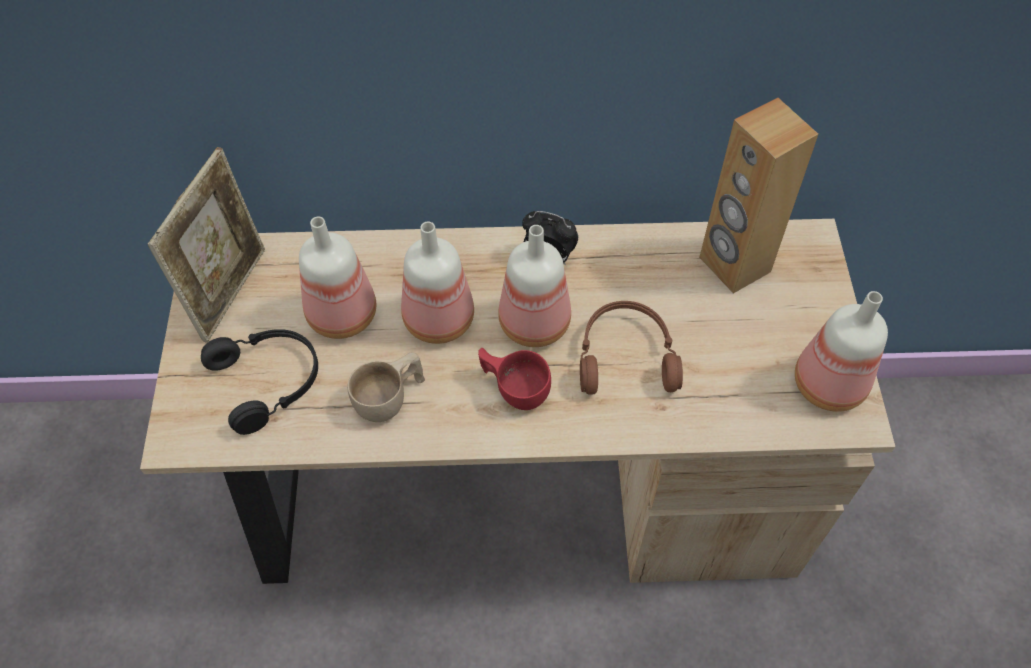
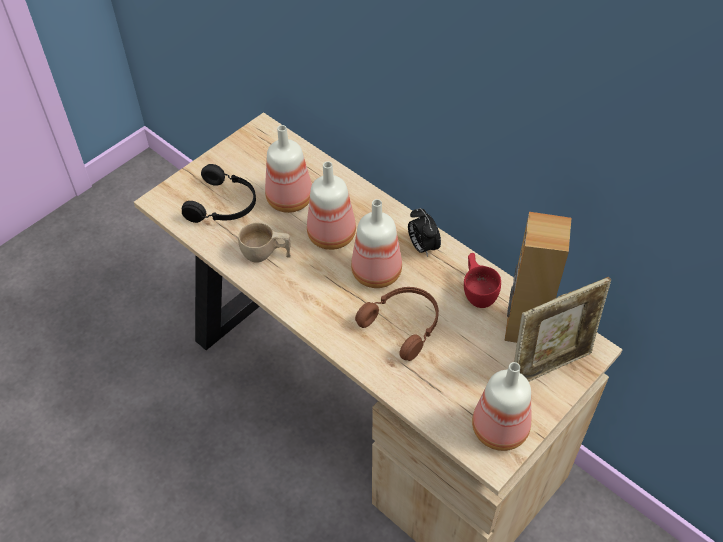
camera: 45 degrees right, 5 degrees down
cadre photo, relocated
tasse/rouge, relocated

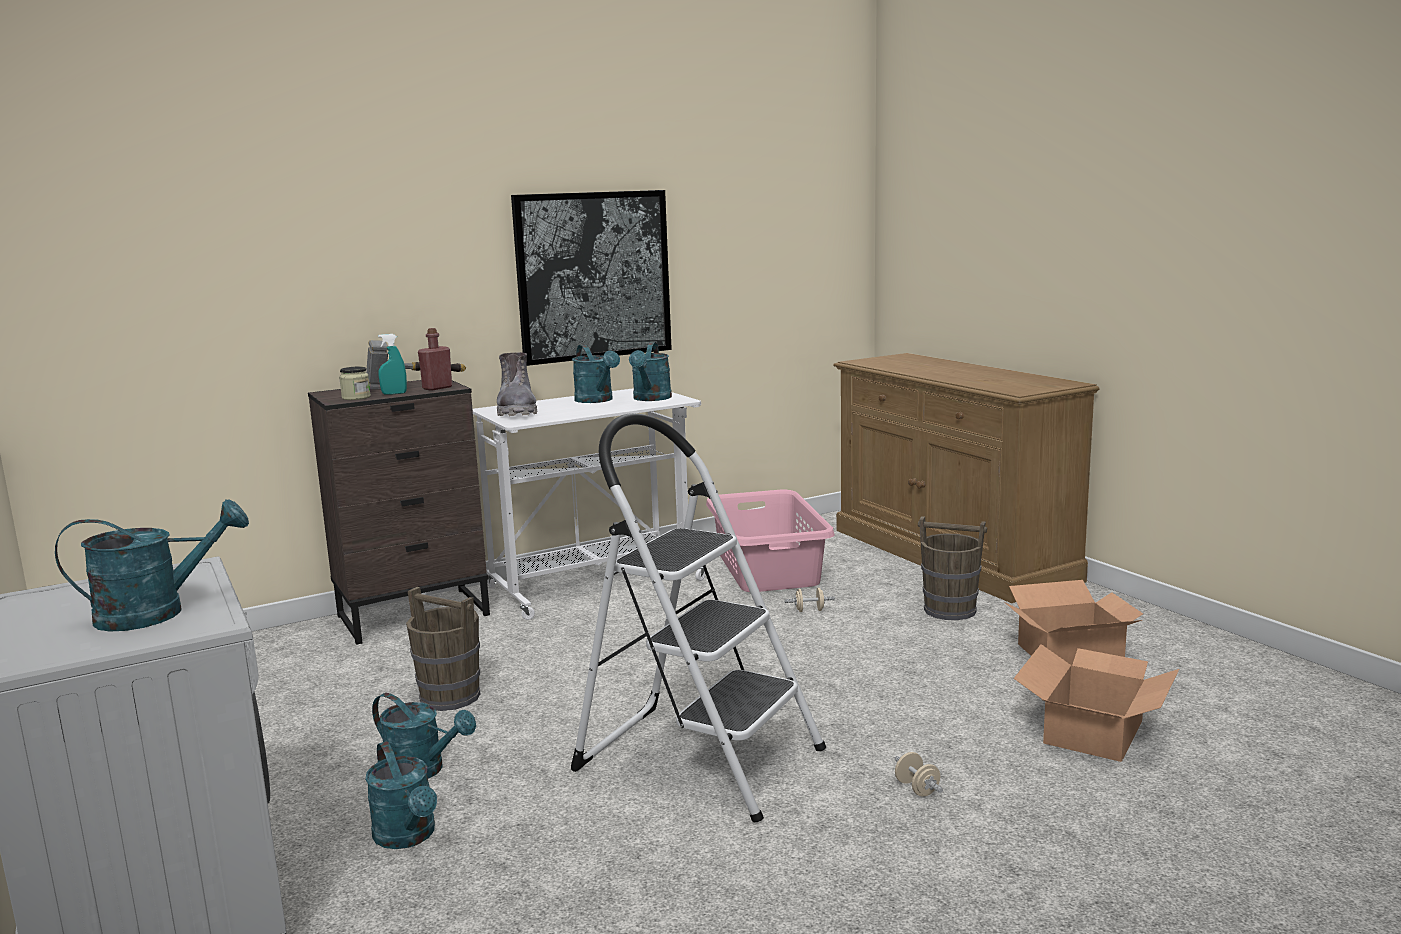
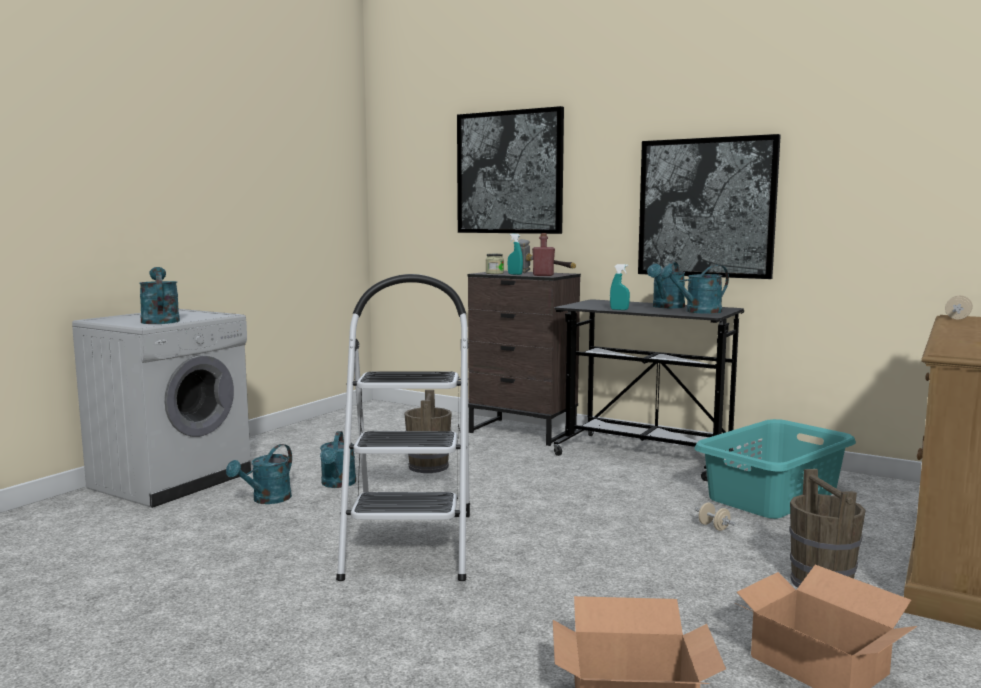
camera: 60 degrees right, 5 degrees down
arrosoir/turquoise (no. 1 from left), 150 degrees counterclockwise
bureau/blanc → bureau/noir
botte/gris → -
panier à linge/rose → panier à linge/turquoise
haltère/beige (no. 2 from left), relocated
- → tableau (no. 1 from left)
- → vaporisateur/turquoise (no. 2 from left)

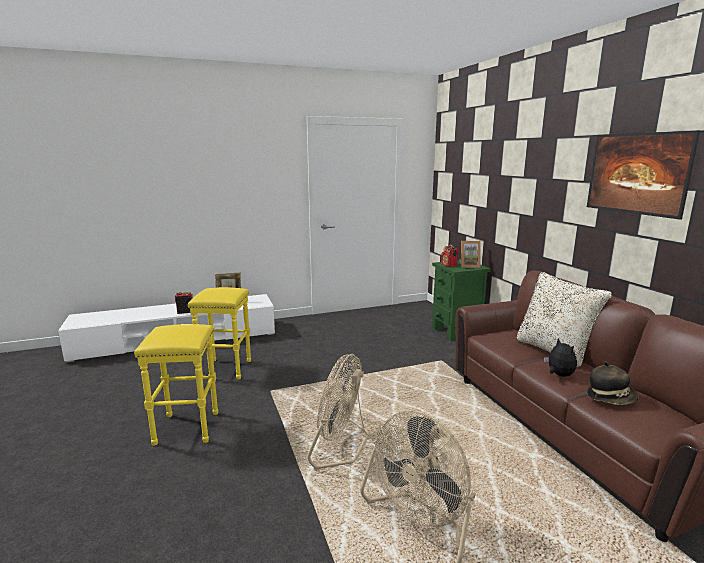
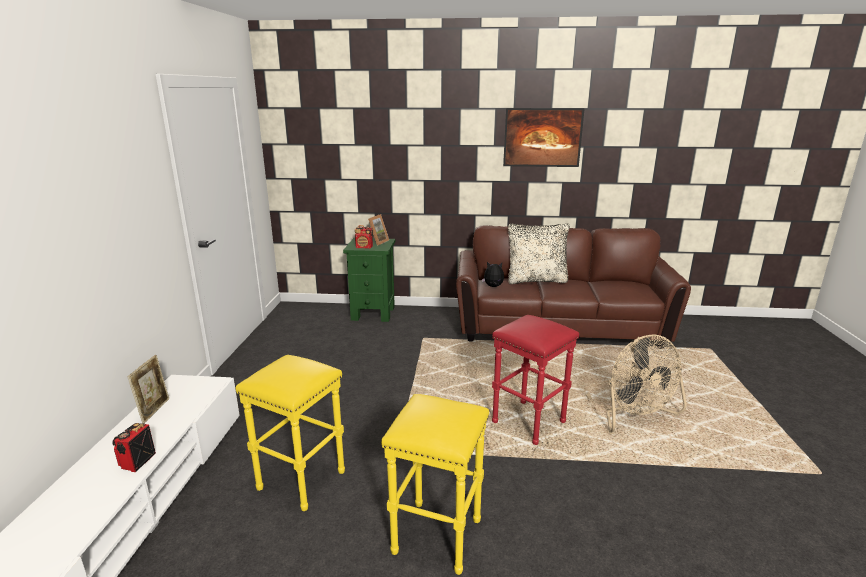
camera: 65 degrees left, 5 degrees up
ventilateur/beige (no. 1 from left) → tabouret/rouge
peluche, relocated
chapeau → -

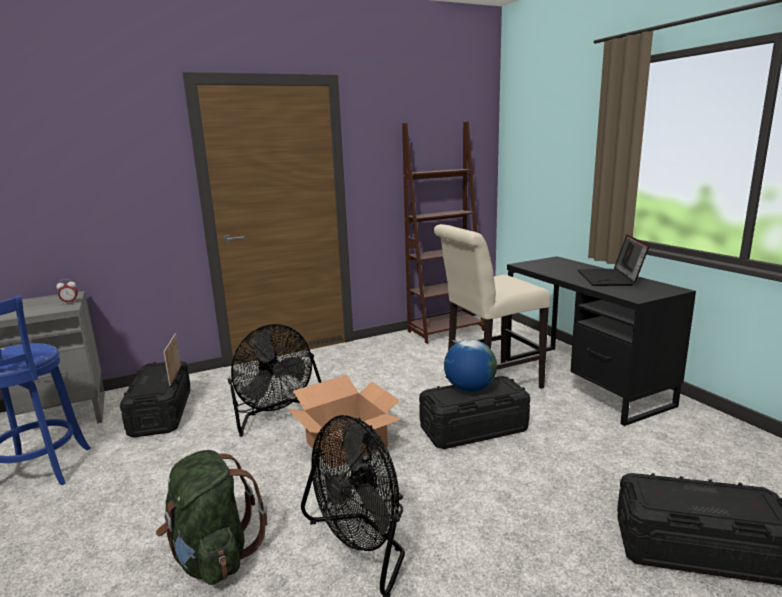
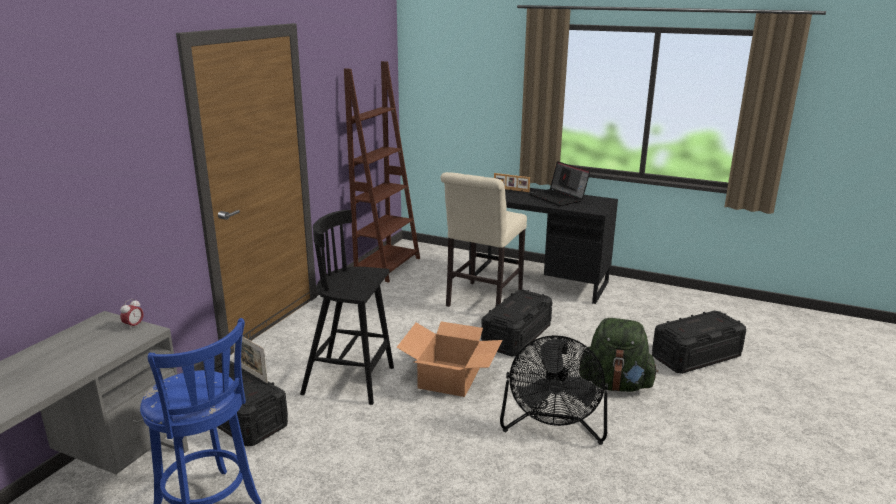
camera: 40 degrees left, 5 degrees up
sac à dos/vert, relocated
ventilateur/noir (no. 1 from left) → tabouret/noir
globe → -
- → cadre photo (no. 2 from left)

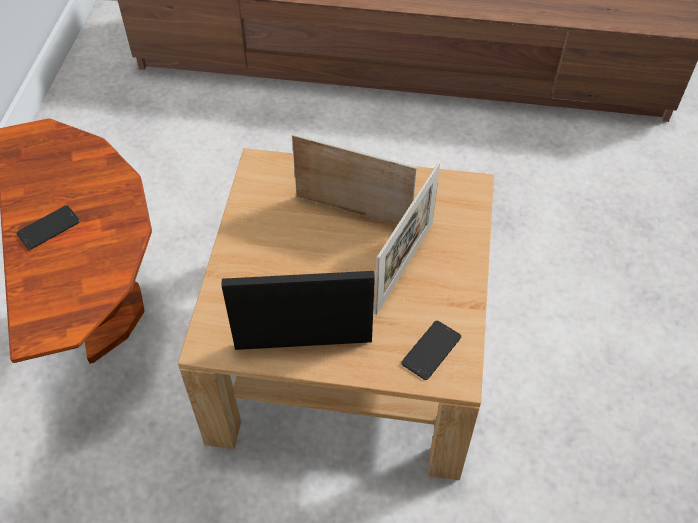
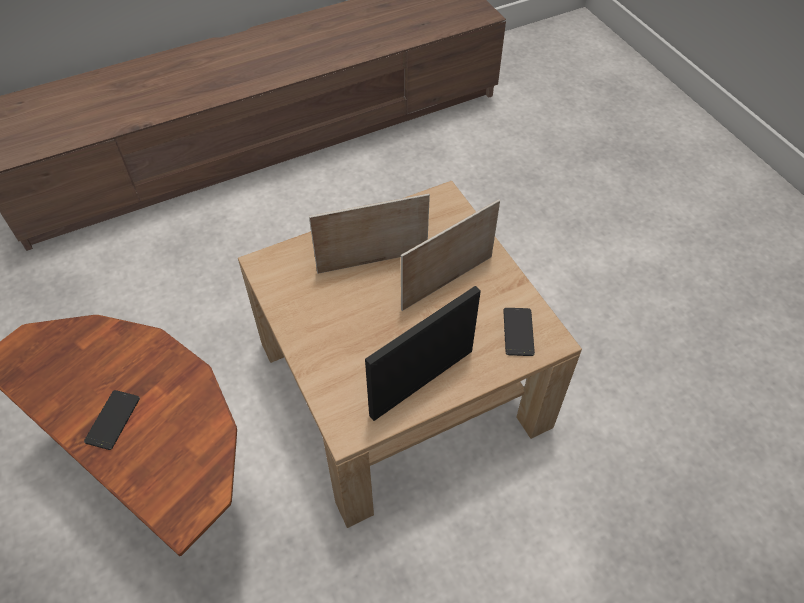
camera: 35 degrees left, 0 degrees up
cadre photo (no. 3 from left), 120 degrees counterclockwise

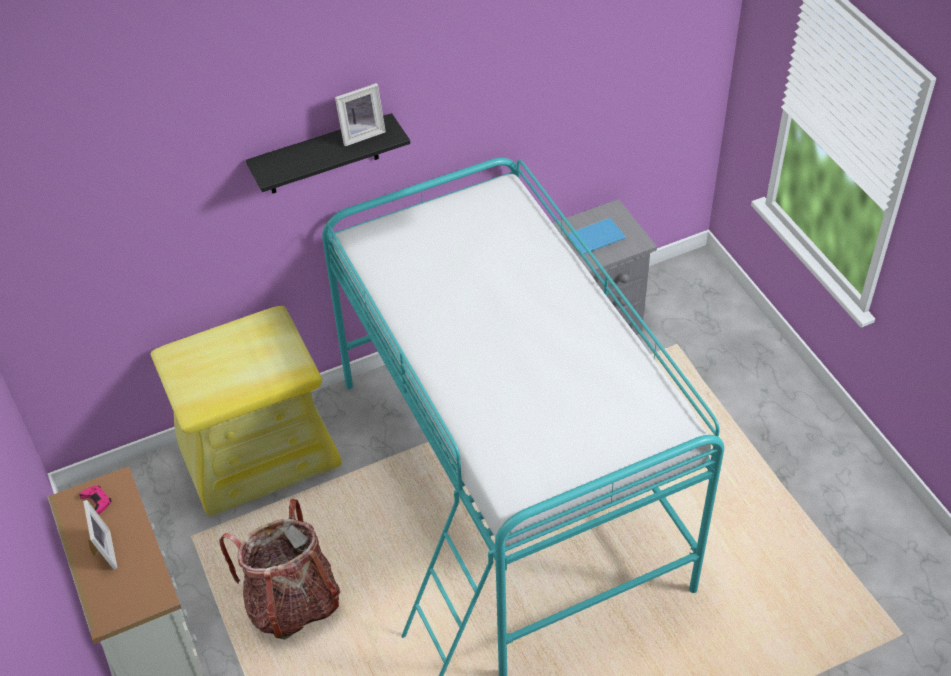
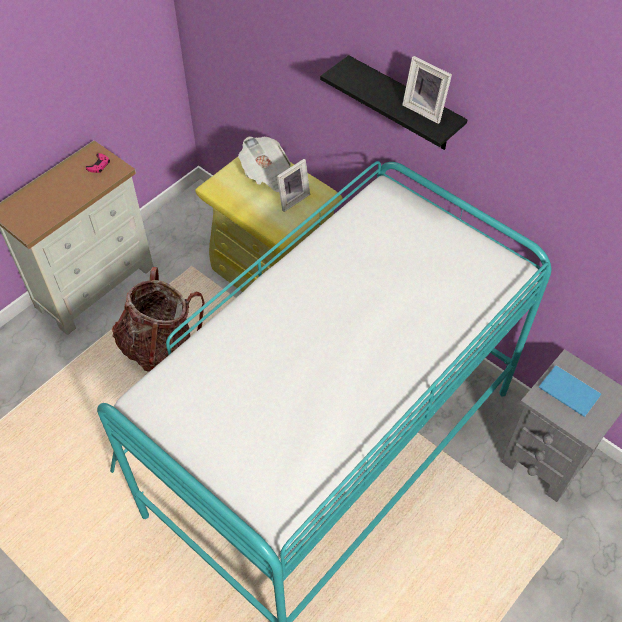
camera: 65 degrees right, 5 degrees up
cadre photo (no. 1 from left), relocated
- → journal

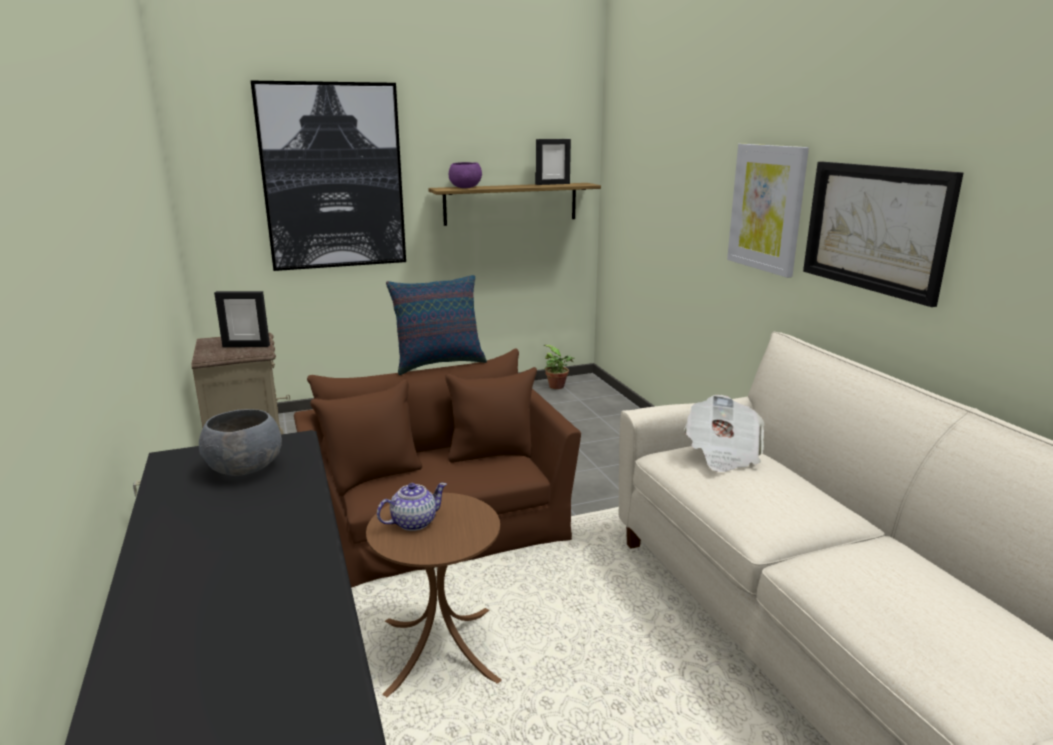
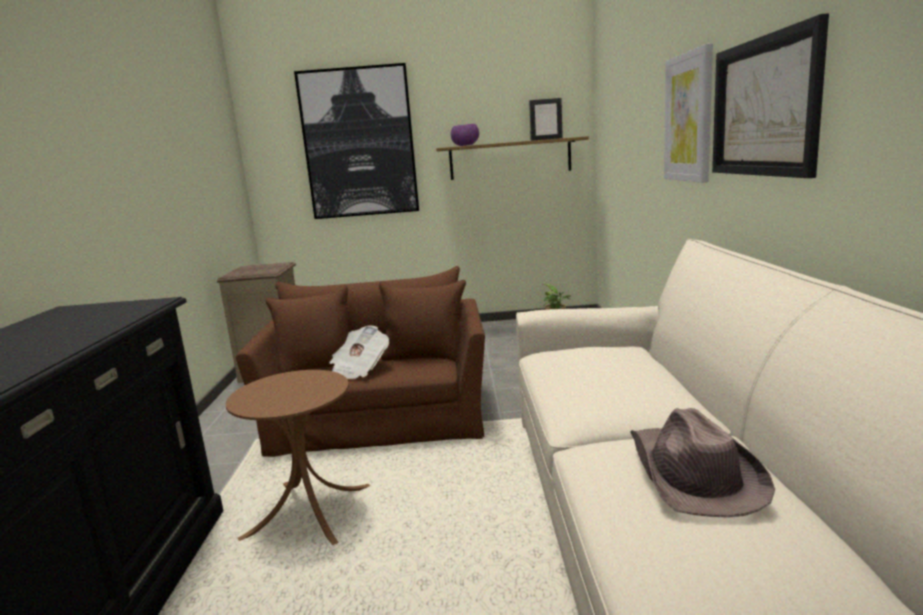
camera: 20 degrees right, 5 degrees down
bol/gris → -
cadre photo (no. 1 from left) → -
théière → -
coussin/bleu → -
journal, relocated
- → chapeau/marron

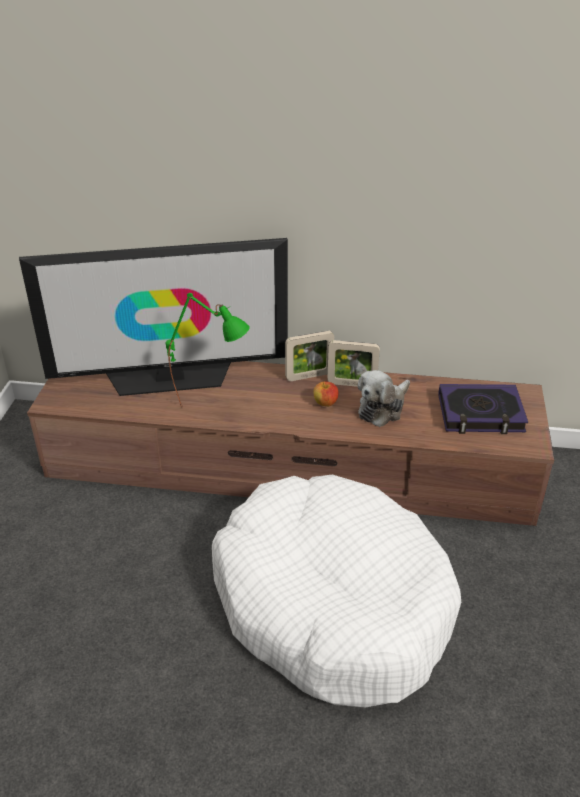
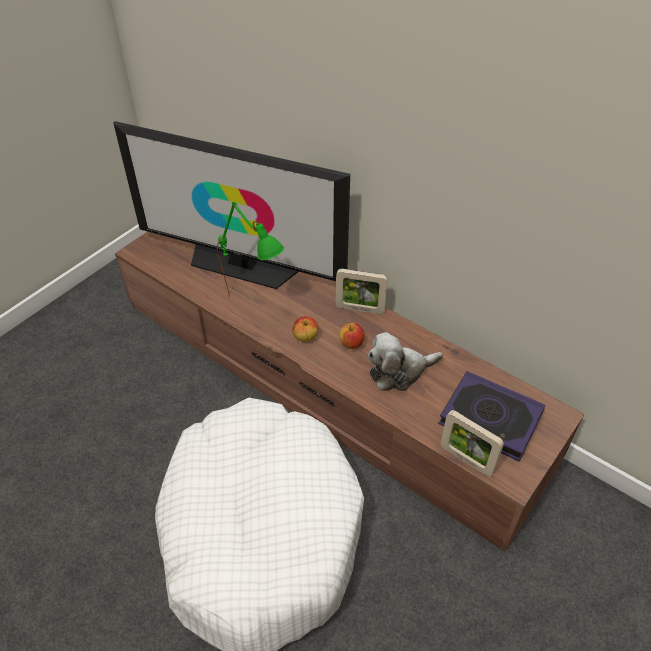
camera: 30 degrees right, 10 degrees up
cadre photo (no. 2 from left), relocated
- → pomme (no. 1 from left)

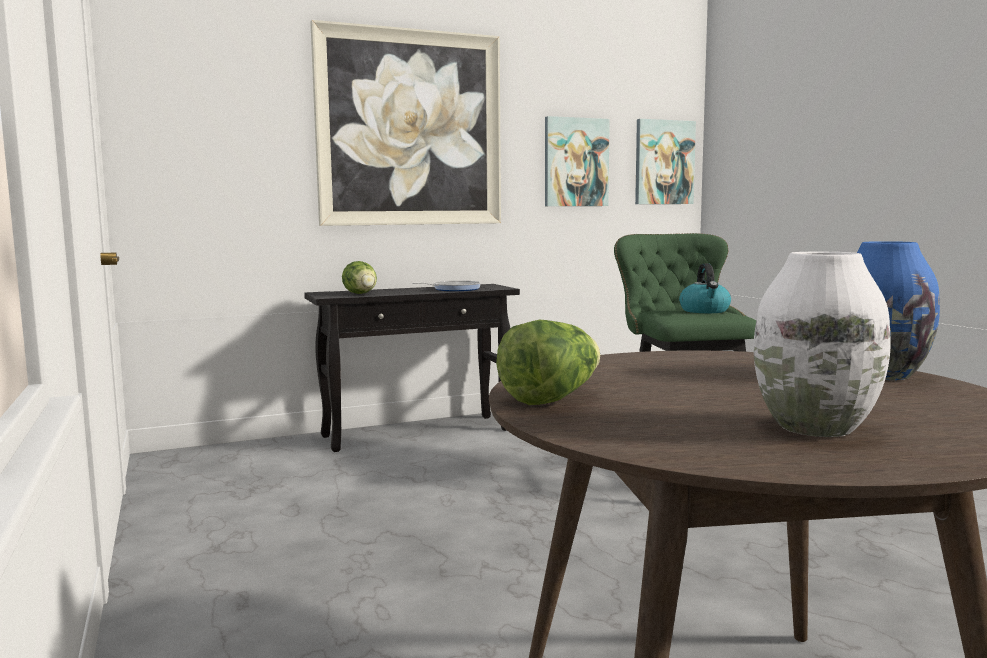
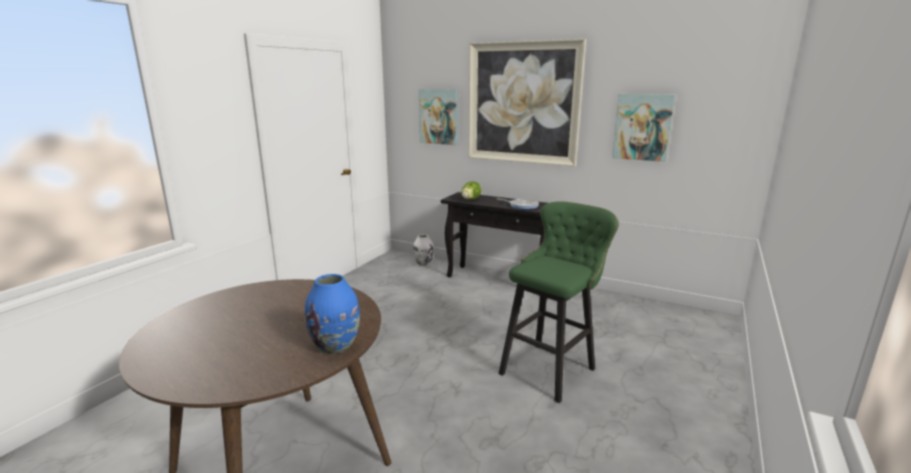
camera: 50 degrees right, 10 degrees up
laitue (no. 2 from left) → -
tableau (no. 3 from left in the first image) → tableau (no. 1 from left), relocated
bouilloire → -
vase/blanc, relocated

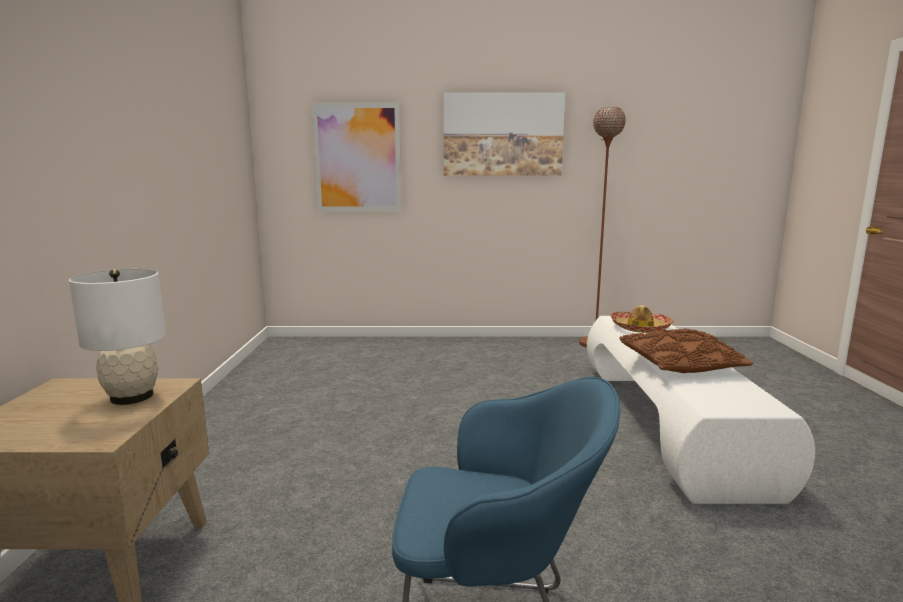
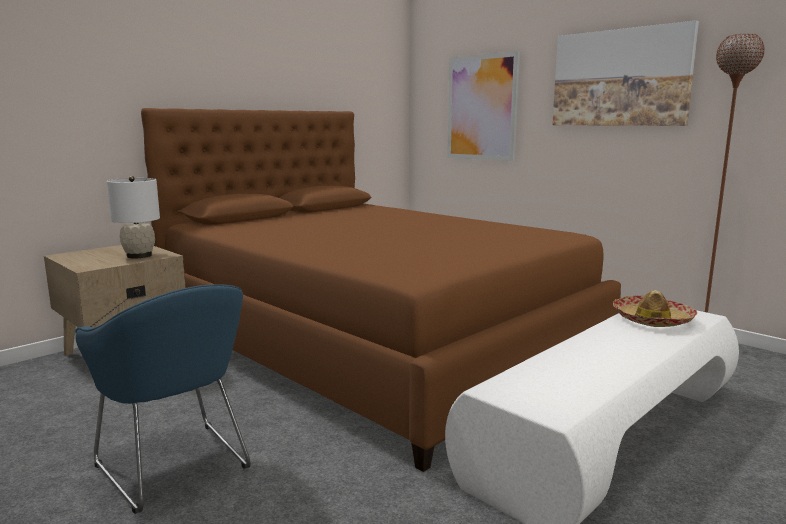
camera: 45 degrees right, 0 degrees up
coussin/marron → -
- → lit/marron

